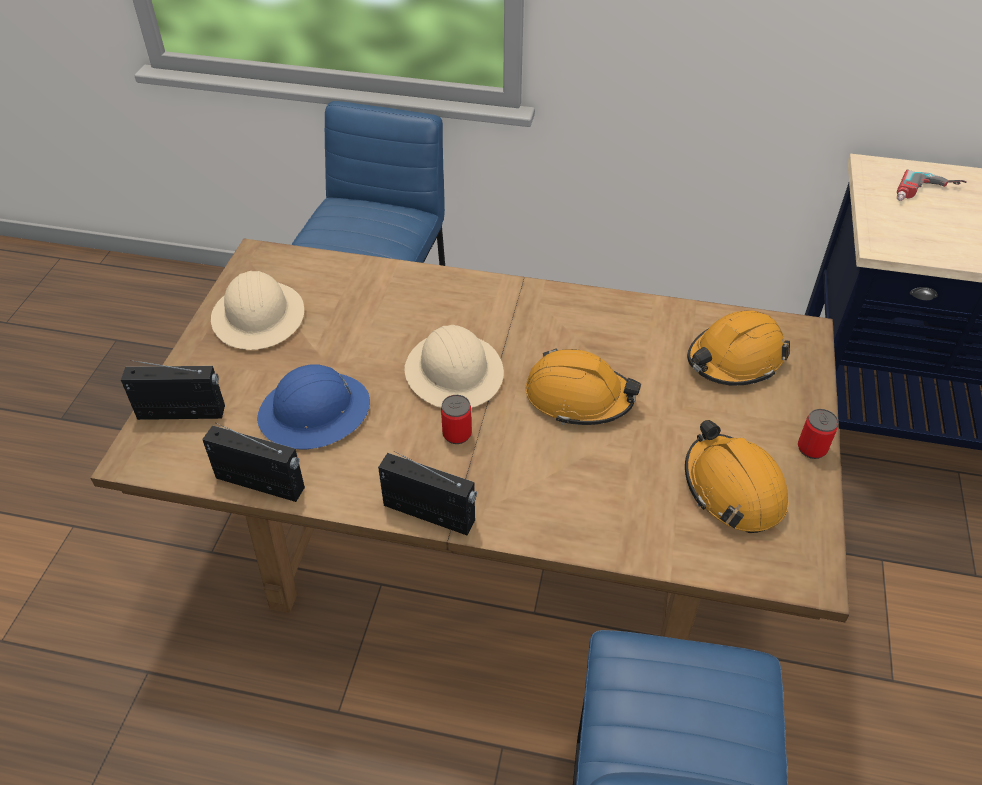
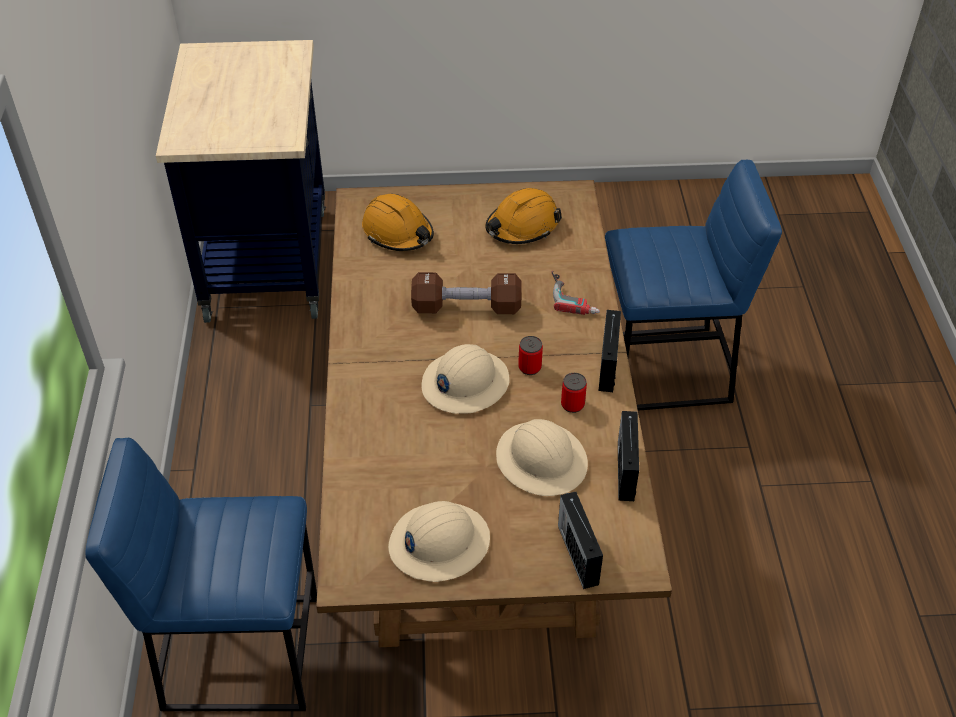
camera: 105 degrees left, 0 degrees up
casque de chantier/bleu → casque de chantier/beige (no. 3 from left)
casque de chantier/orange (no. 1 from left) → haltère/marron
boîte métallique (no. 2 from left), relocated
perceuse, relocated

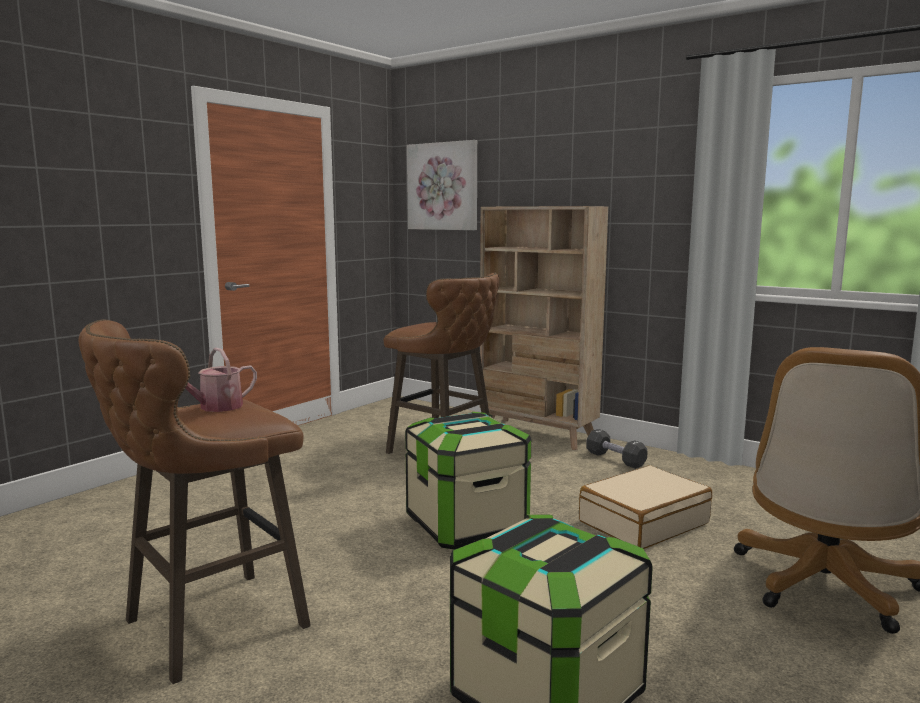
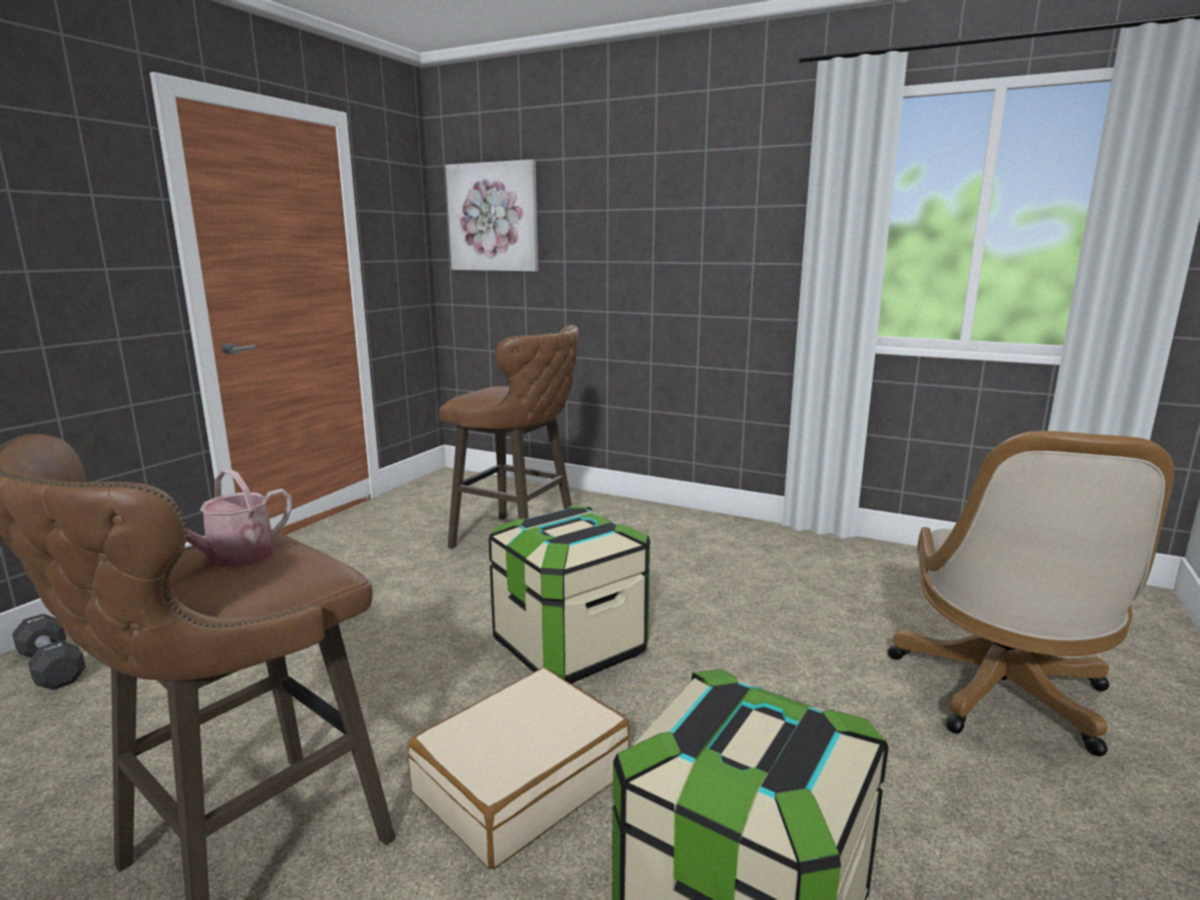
camera: 10 degrees left, 5 degrees up
bibliothèque/beige → -
valise/beige, relocated
haltère/noir, relocated

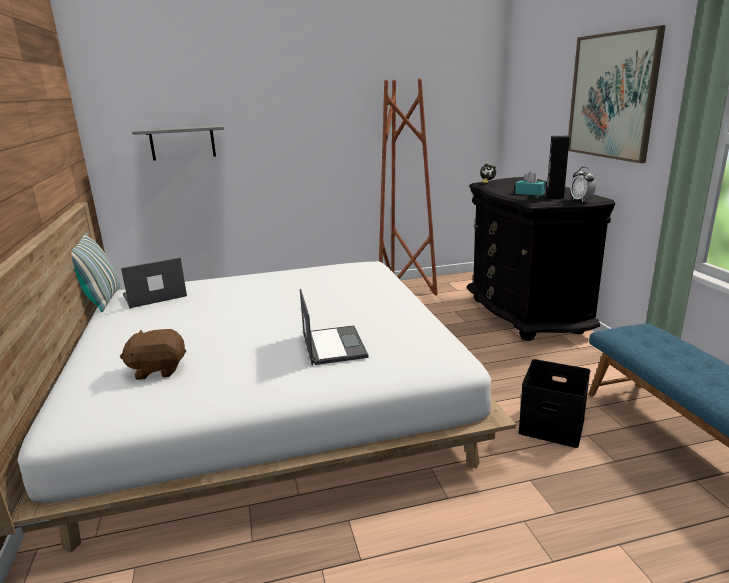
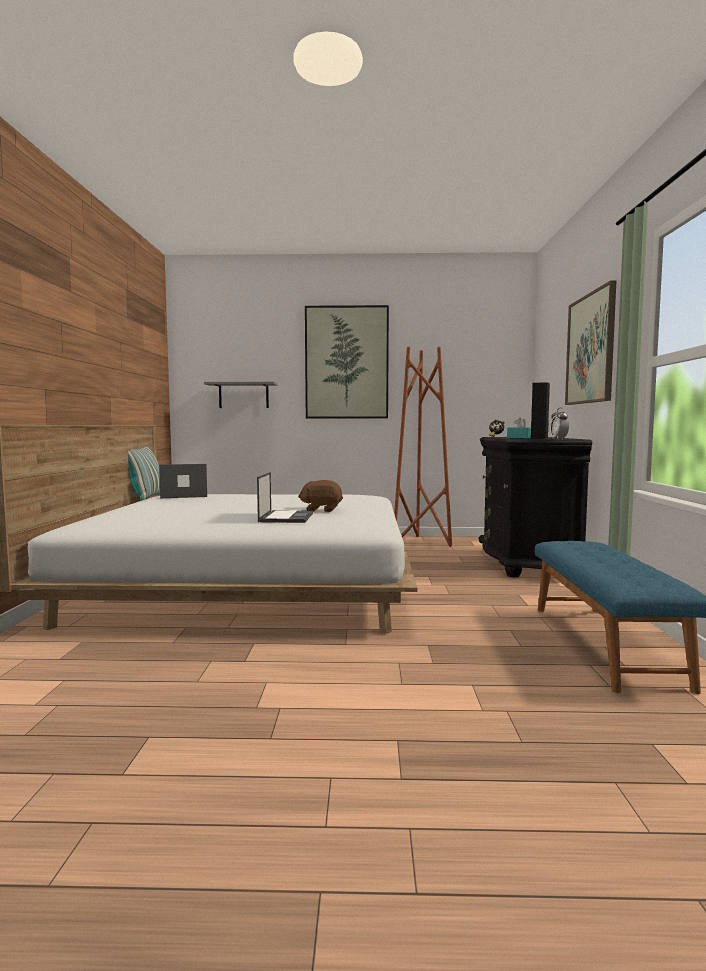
camera: 15 degrees right, 15 degrees down
peluche/marron, relocated
boîte de rangement/noir → -
- → tableau (no. 1 from left)

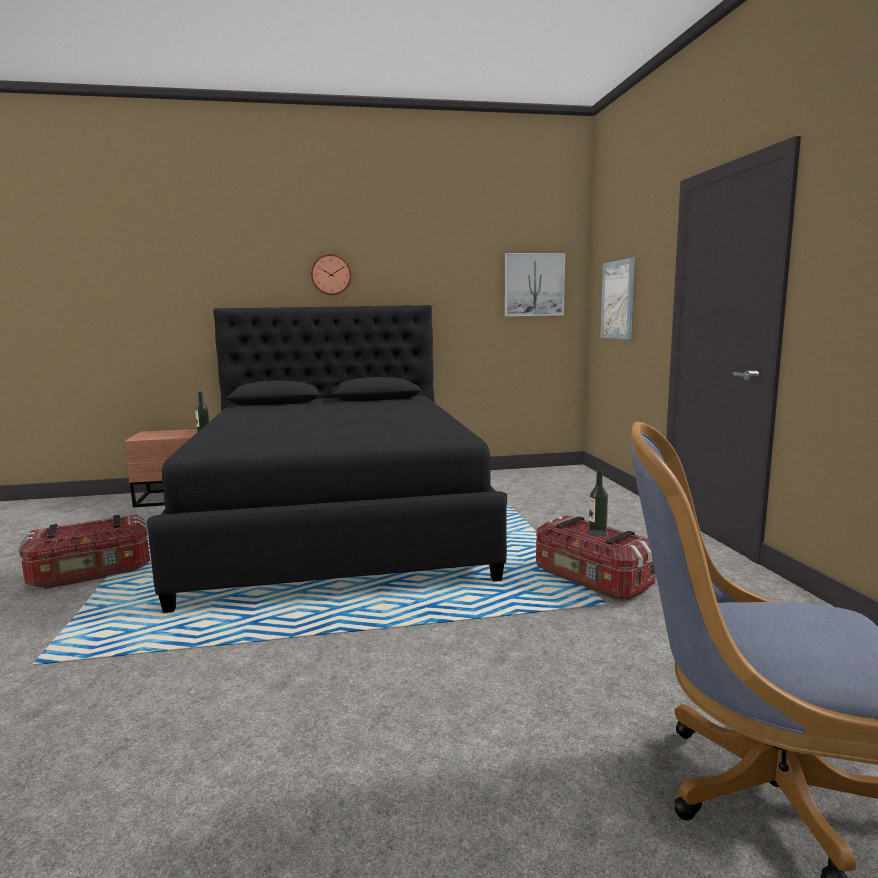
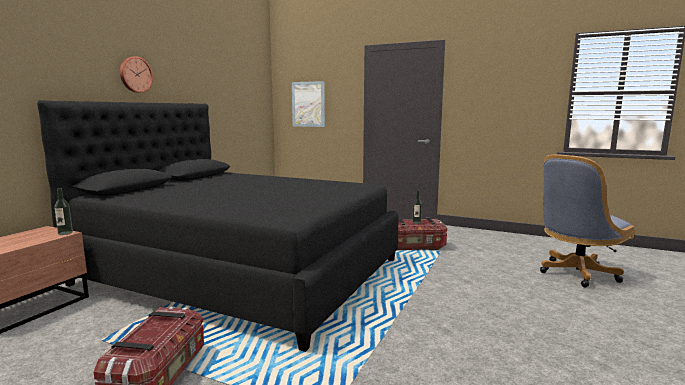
camera: 55 degrees left, 0 degrees up
tableau (no. 1 from left) → -

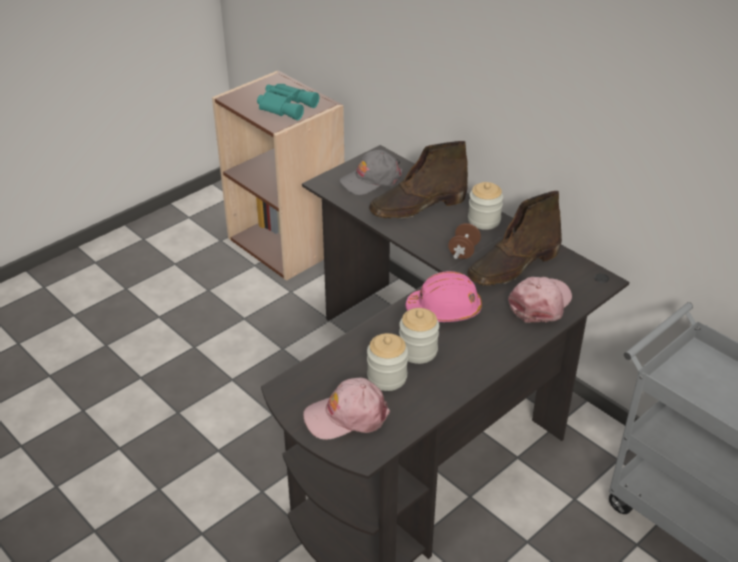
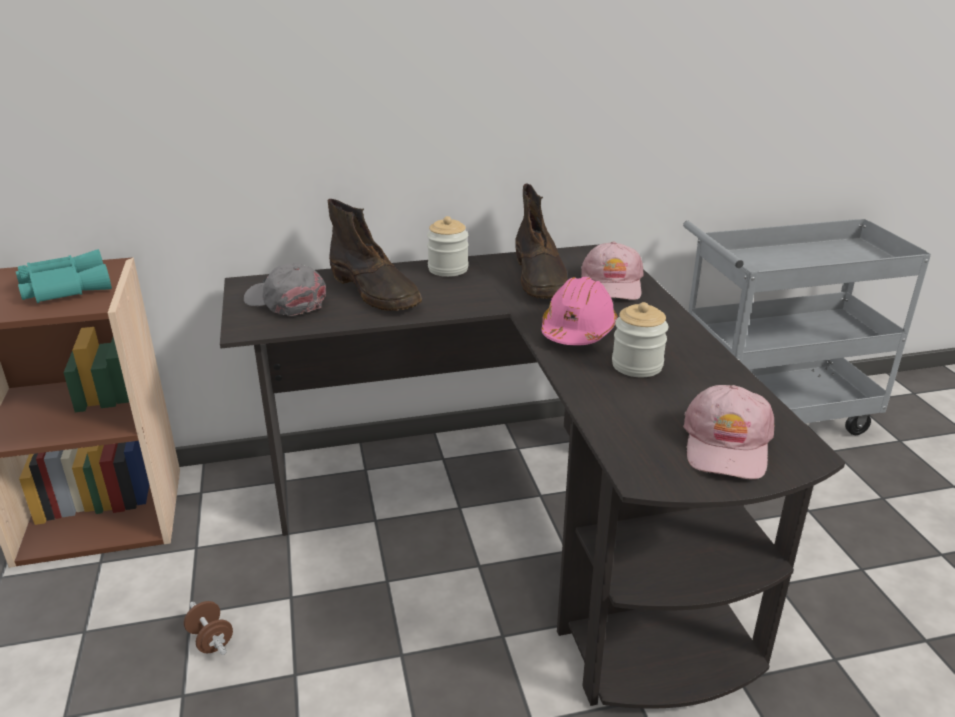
camera: 60 degrees left, 10 degrees down
casquette/gris, 120 degrees clockwise
bocal (no. 1 from left) → -
botte/marron (no. 1 from left), 45 degrees counterclockwise
haltère/marron, relocated
casquette/rose (no. 2 from left in the first image) → casquette/rose (no. 1 from left), 150 degrees counterclockwise

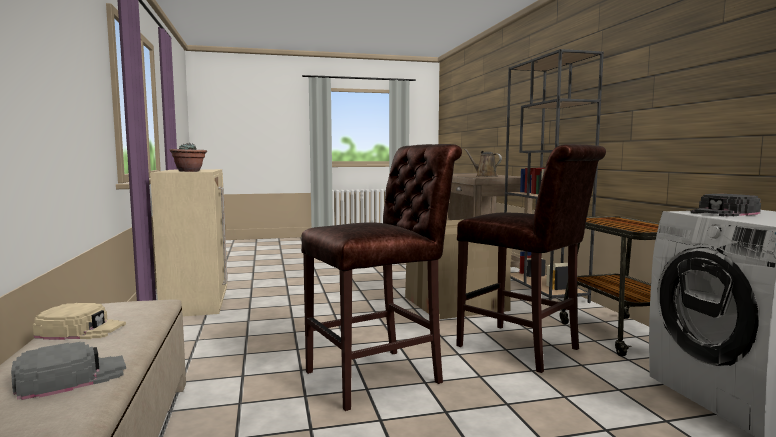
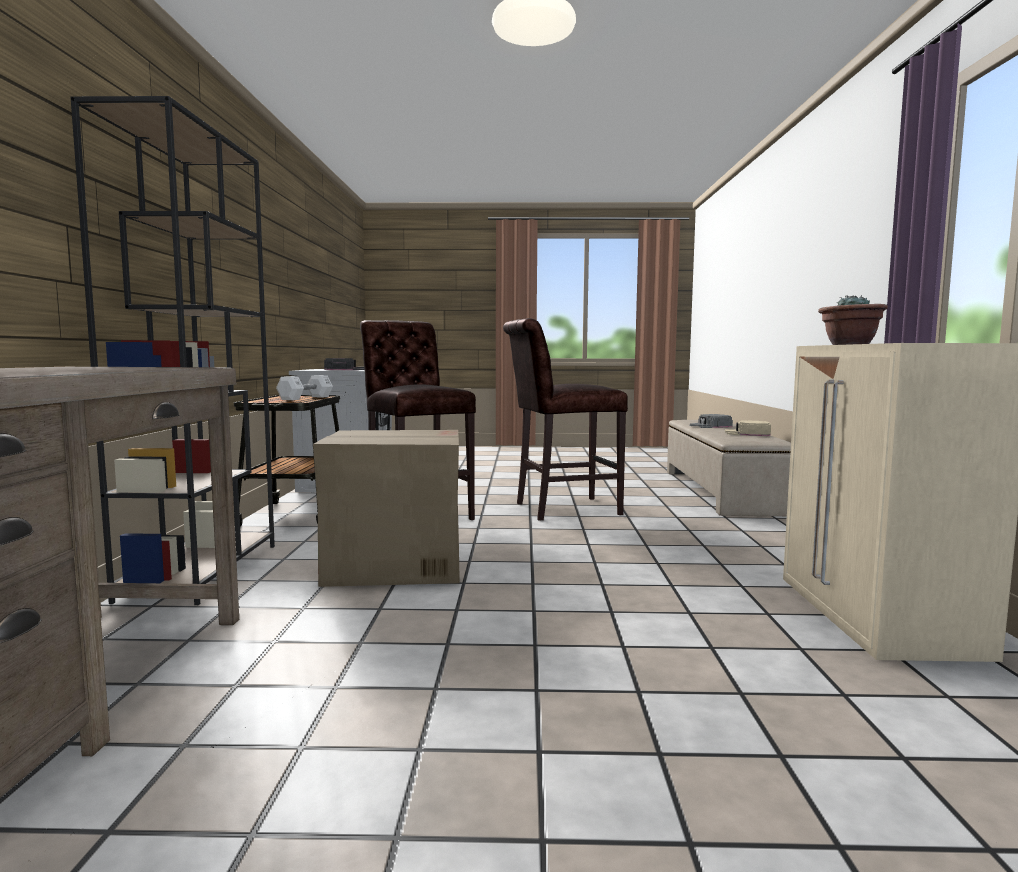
camera: 165 degrees left, 0 degrees up
arrosoir/marron → -
- → haltère/blanc

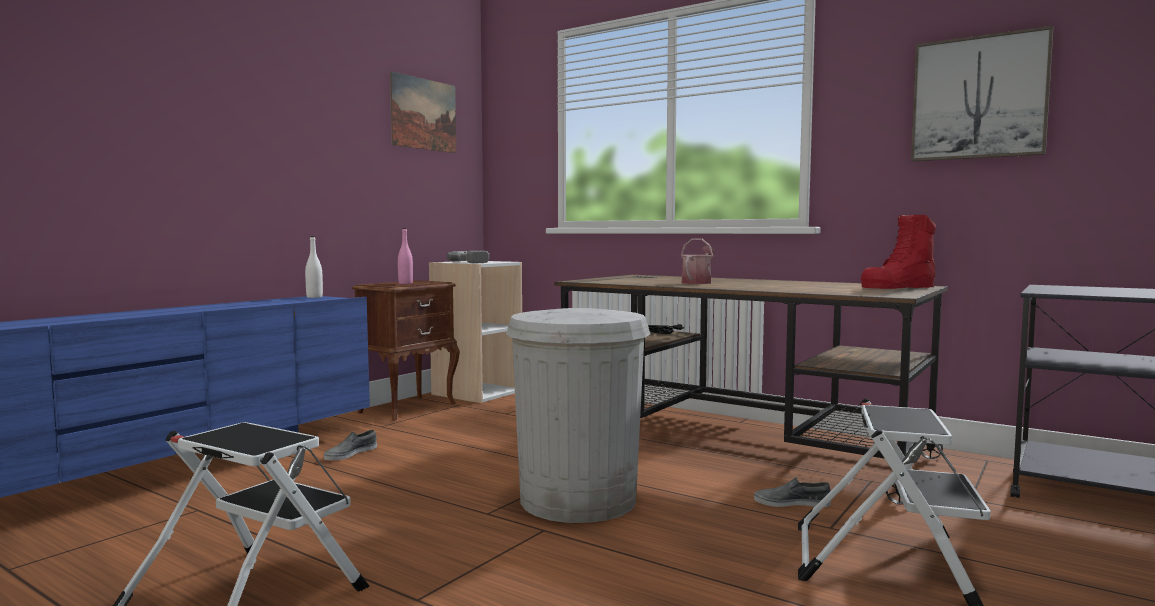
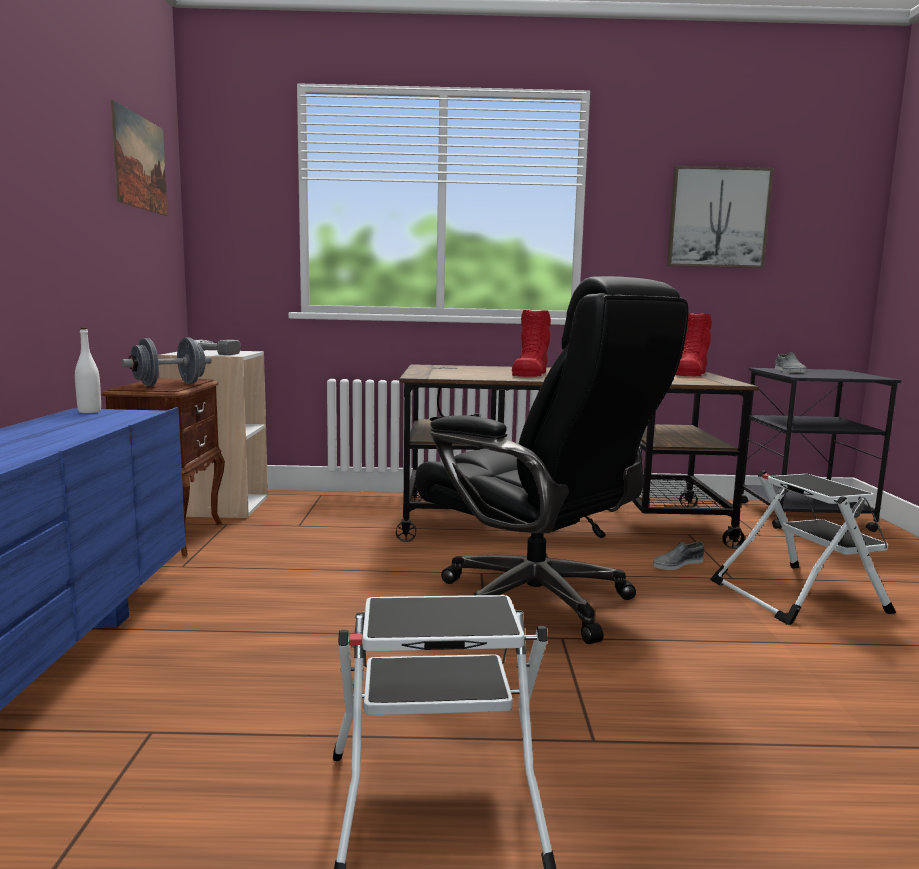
camera: 35 degrees left, 5 degrees up
chaussure/gris (no. 1 from left in the first image) → chaussure/gris (no. 2 from left), relocated
bouteille/rose → haltère/gris
poubelle/blanc → chaise de bureau/noir
arrosoir → botte/rouge (no. 1 from left)

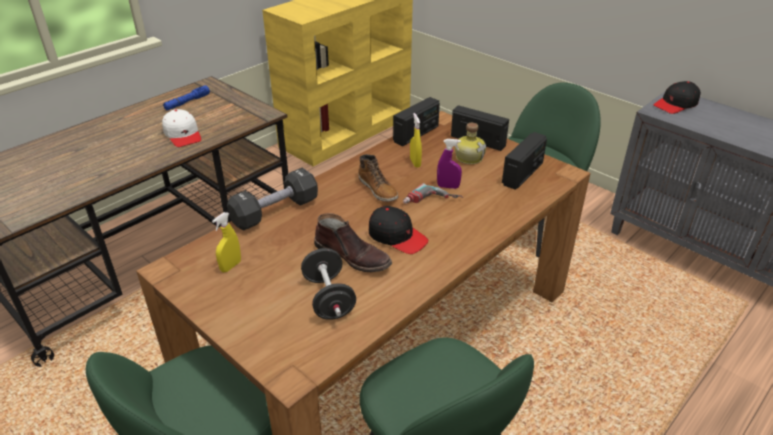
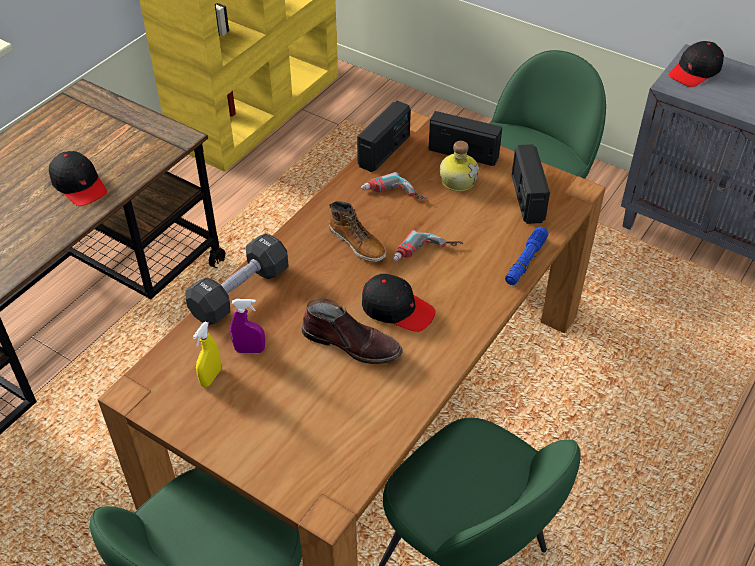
camera: 10 degrees left, 10 degrees up
casquette/blanc → casquette/noir (no. 1 from left)
lampe de poche/bleu, relocated
haltère/noir (no. 2 from left) → -
vaporisateur/jaune (no. 2 from left) → perceuse (no. 1 from left)
vaporisateur/violet, relocated
radio (no. 3 from left), 150 degrees clockwise

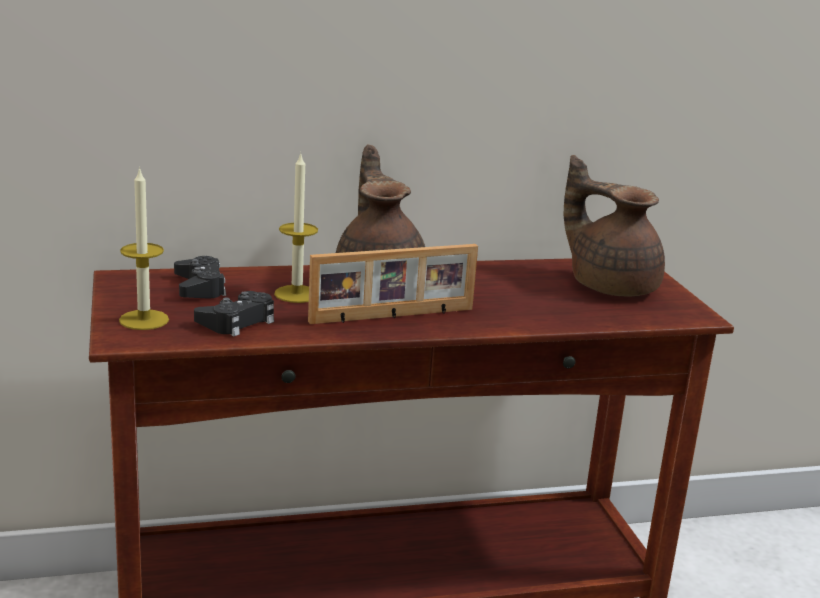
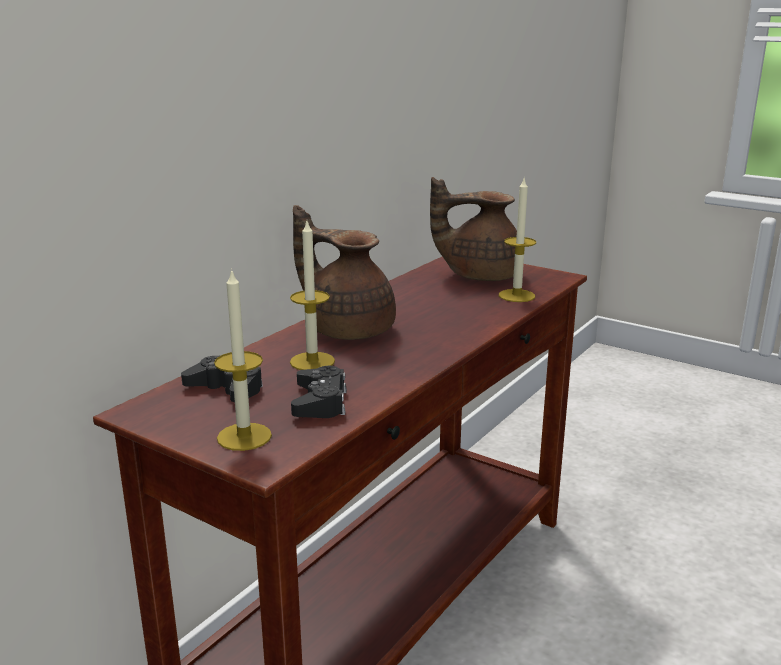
camera: 40 degrees left, 0 degrees up
cadre photo → -
- → bougie (no. 3 from left)

